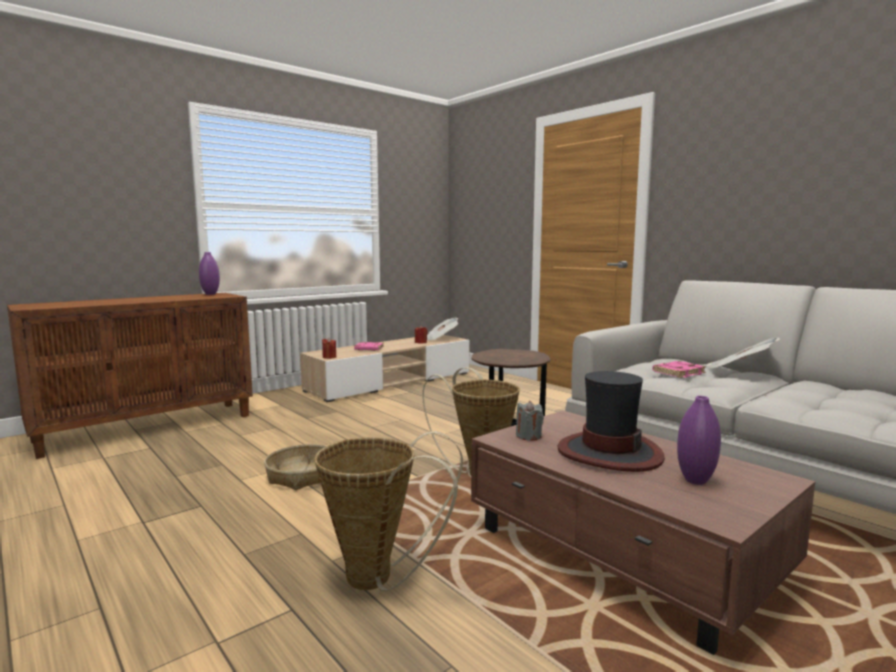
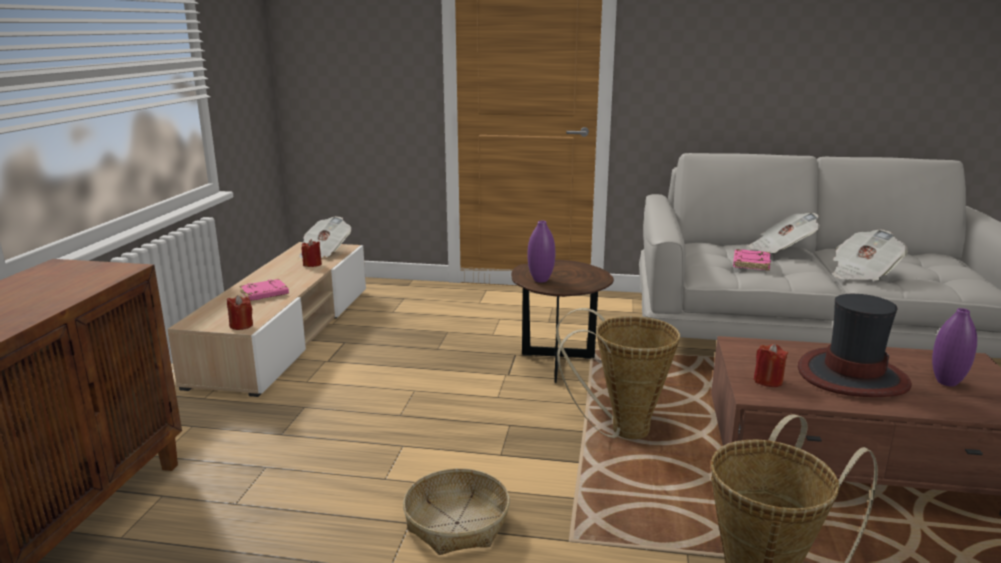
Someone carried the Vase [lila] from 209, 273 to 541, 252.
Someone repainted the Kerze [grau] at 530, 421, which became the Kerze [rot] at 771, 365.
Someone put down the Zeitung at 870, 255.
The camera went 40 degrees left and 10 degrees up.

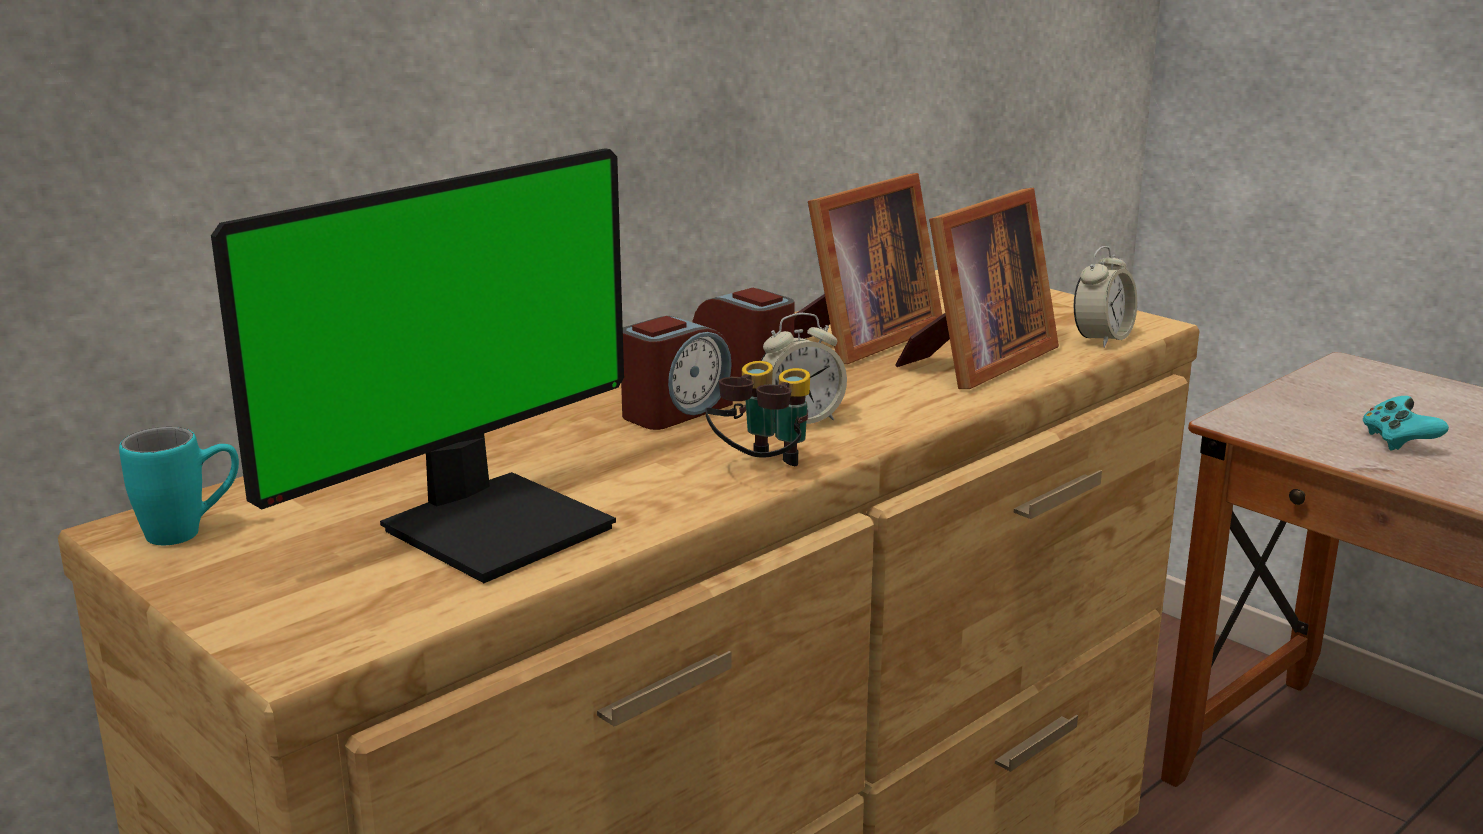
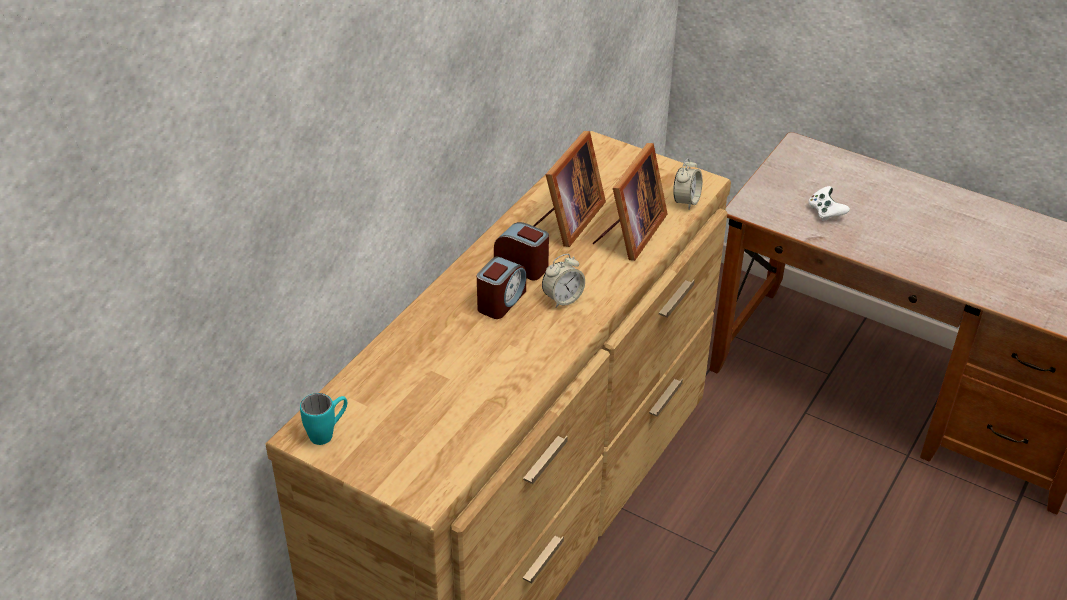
Someone took away the Monitor at 417, 365.
Someone took away the Fernglas at 757, 413.
Someone repainted the Gamepad [türkis] at 1406, 423, which became the Gamepad [weiß] at 829, 203.
The camera went 15 degrees left and 20 degrees up.

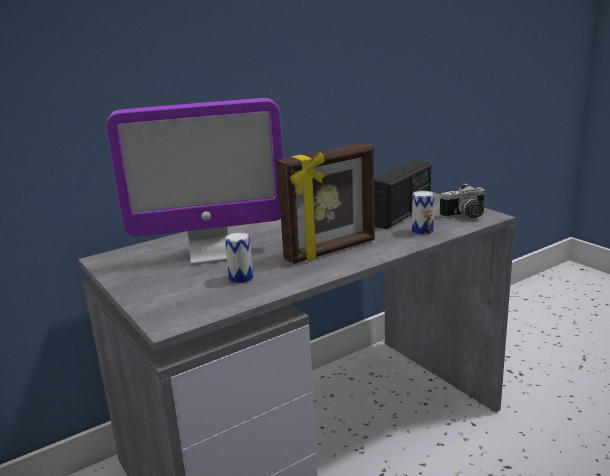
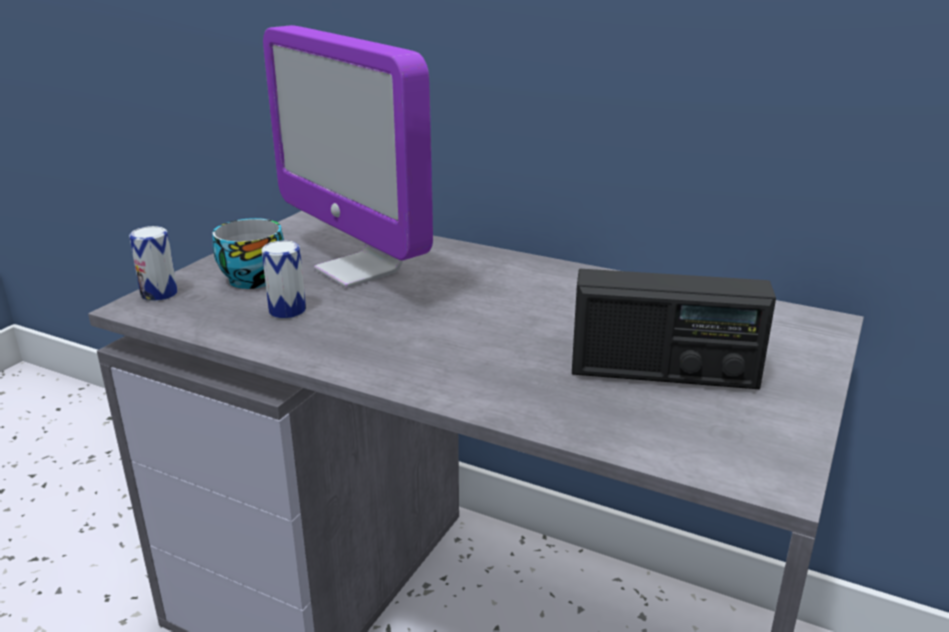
Someone took away the Bilderrahmen at 326, 203.
Someone took away the Kamera at 462, 200.
Someone carried the Dose from 423, 213 to 153, 263.
Someone put down the Tasse at 248, 253.
The camera went 60 degrees right and 5 degrees up.

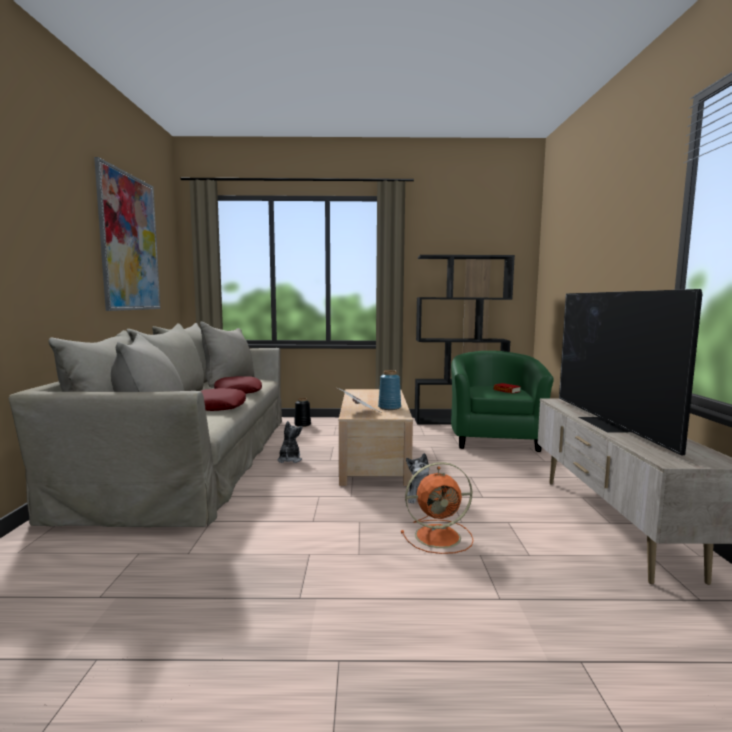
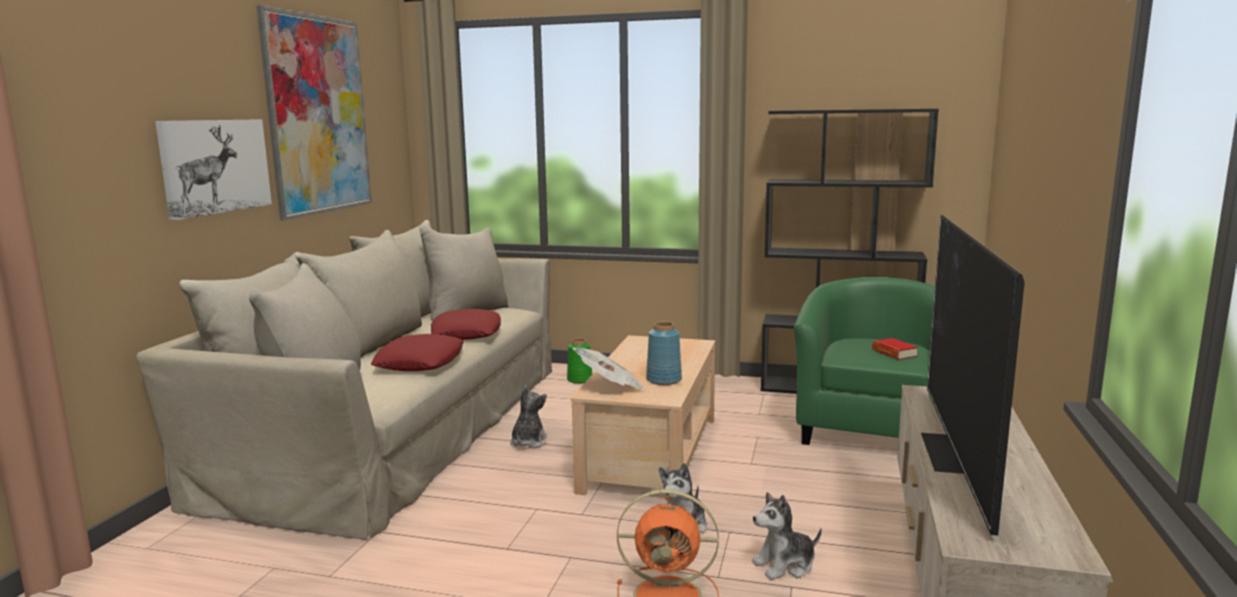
Someone repainted the Vase [schwarz] at 302, 412, which became the Vase [grün] at 579, 361.
Someone put up the Bild at 213, 169.
Someone put down the Plüschtier at 787, 536.
The camera went 15 degrees right and 5 degrees up.

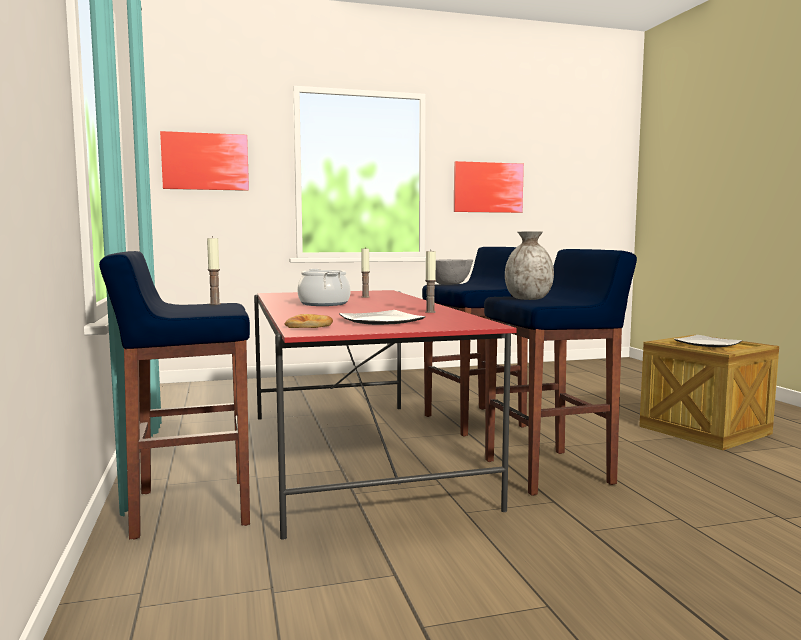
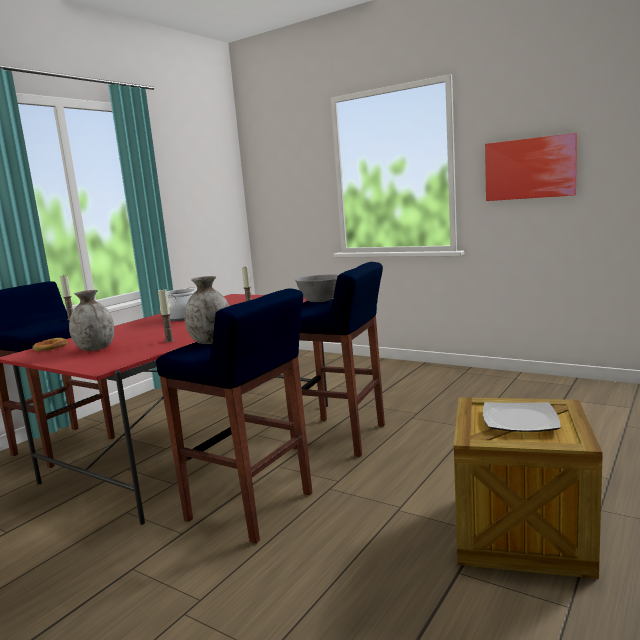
Someone took away the Bild at 204, 161.
Someone swapped the Teller at 382, 317 for the Vase [grau] at 92, 320.
The camera went 50 degrees right and 5 degrees up.

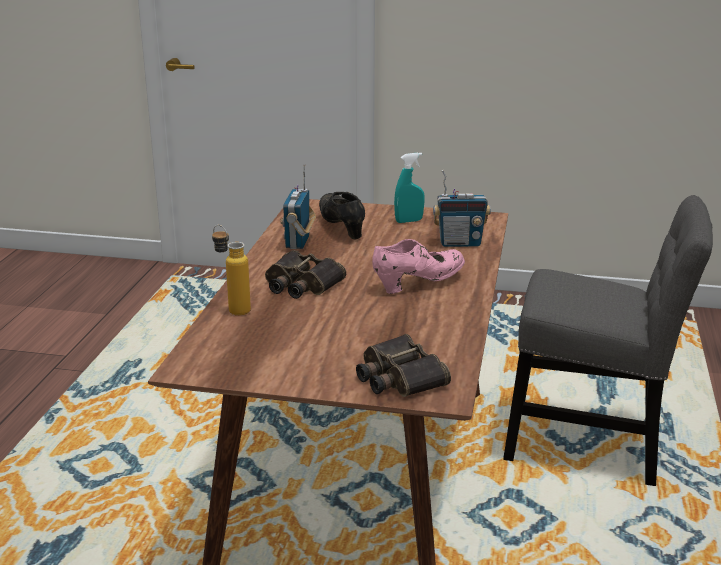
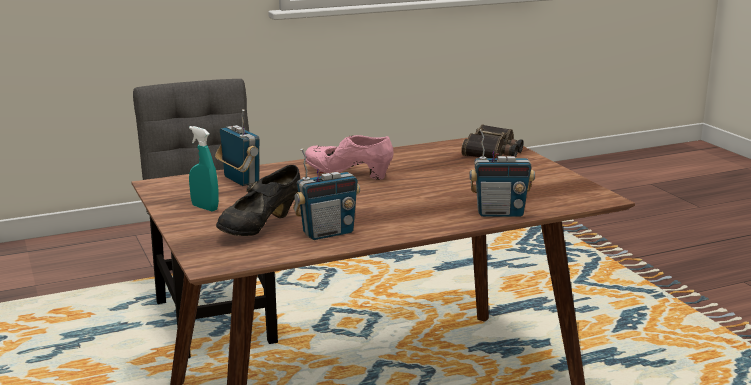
Someone swapped the Flasche at 231, 270 for the Radio at 502, 173.
Someone took away the Fernglas at 305, 274.
The camera went 125 degrees left and 5 degrees down.

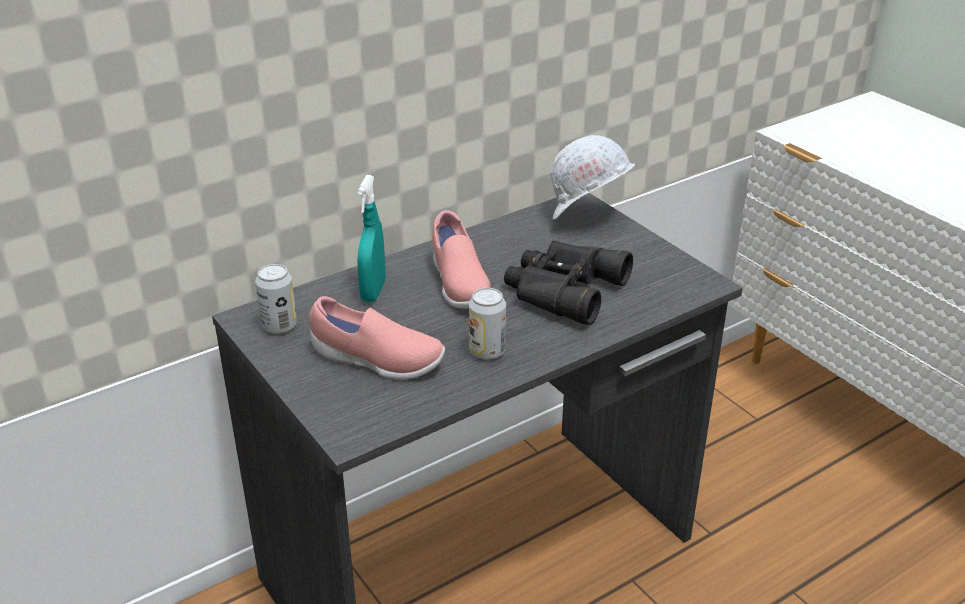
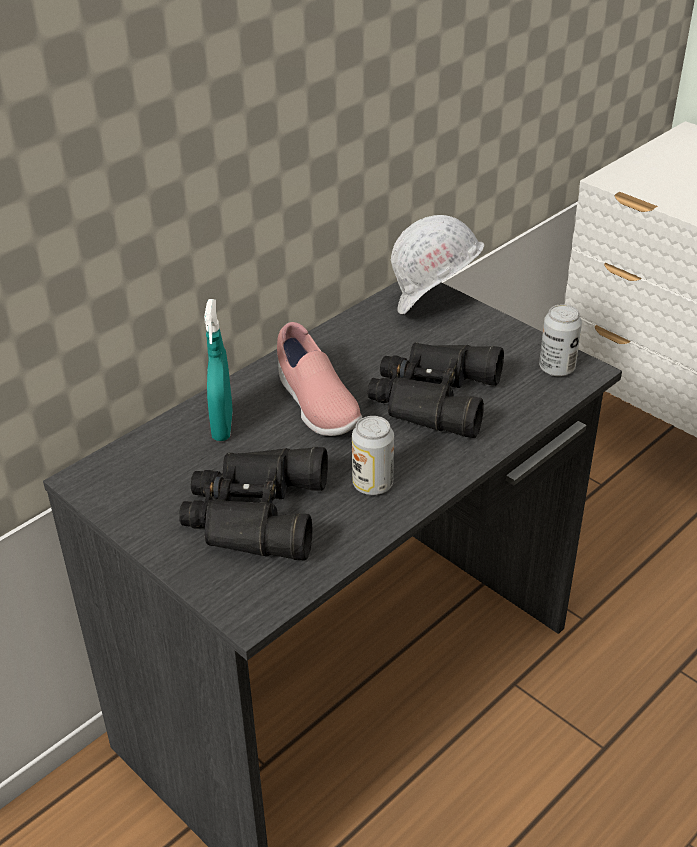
Someone carried the Dose from 276, 299 to 560, 340.
Someone swapped the Schuh [rosa] at 377, 337 for the Fernglas [schwarz] at 253, 503.
The camera went 10 degrees left and 5 degrees up.

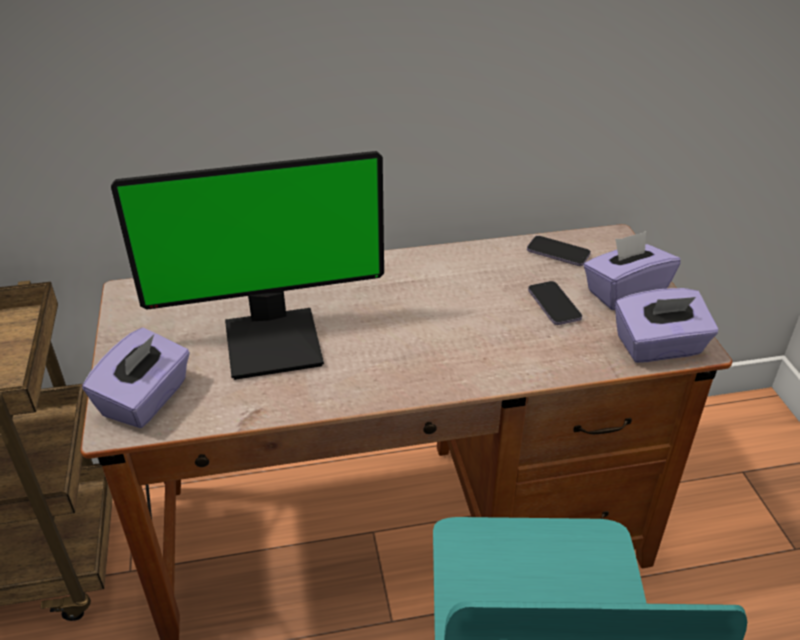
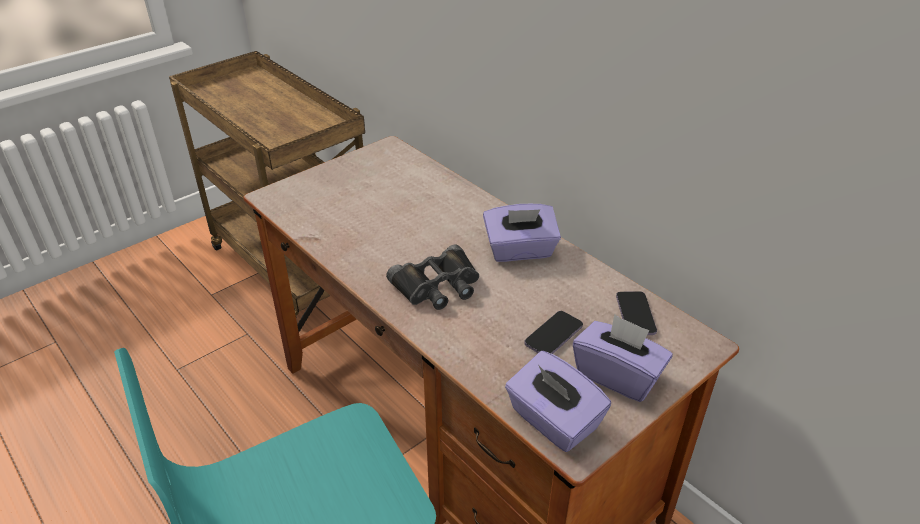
Someone took away the Monitor at 247, 265.
Someone carried the Taschentuchbox [lila] from 136, 377 to 522, 233.
Someone put down the Fernglas [schwarz] at 432, 277.
The camera went 60 degrees right and 0 degrees up.

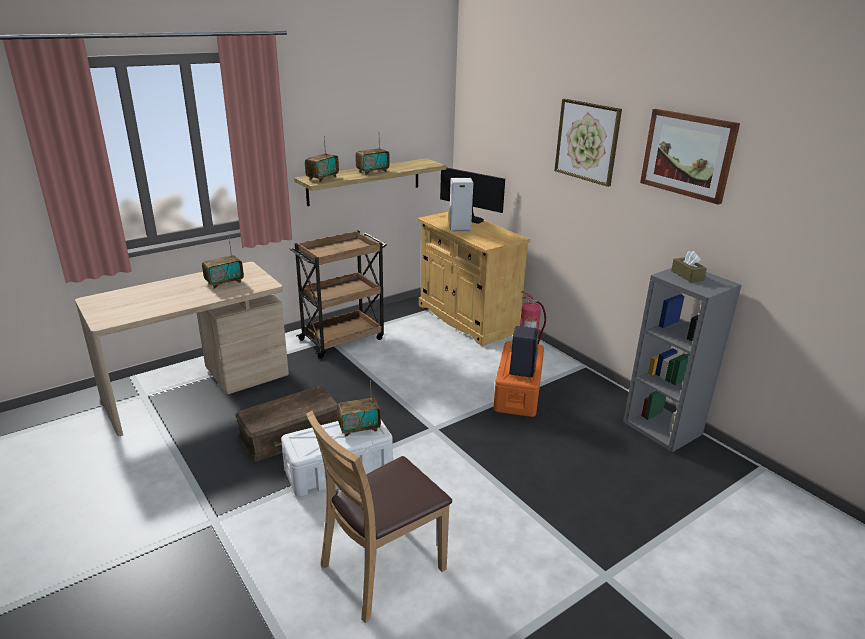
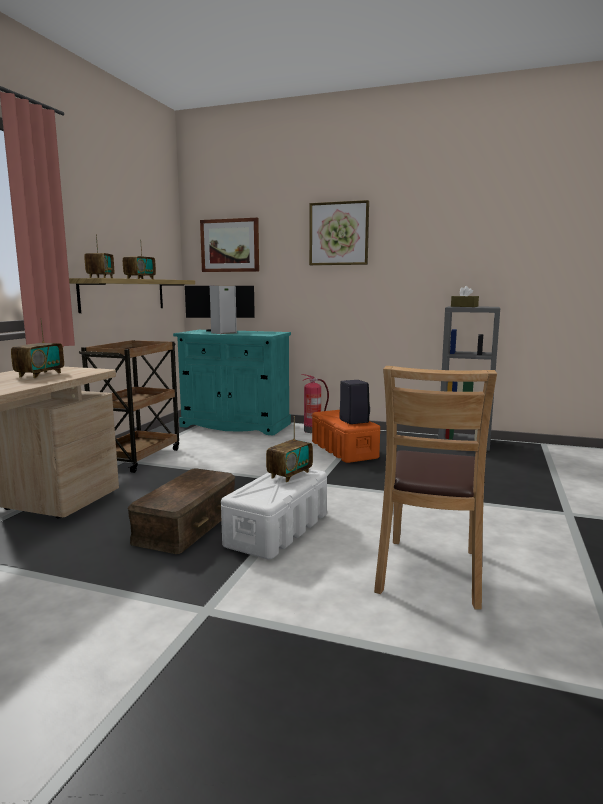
Someone carried the Bild from 690, 157 to 229, 245.
Someone repainted the Schrank [beige] at 473, 278, which became the Schrank [türkis] at 232, 383.
The camera went 35 degrees left and 15 degrees down.

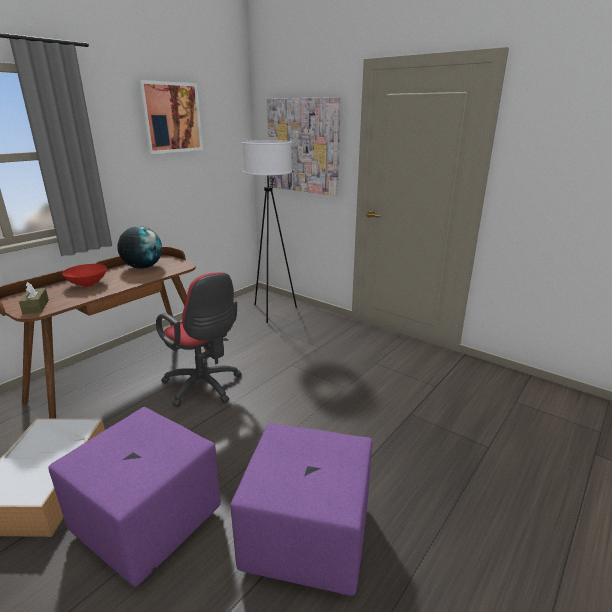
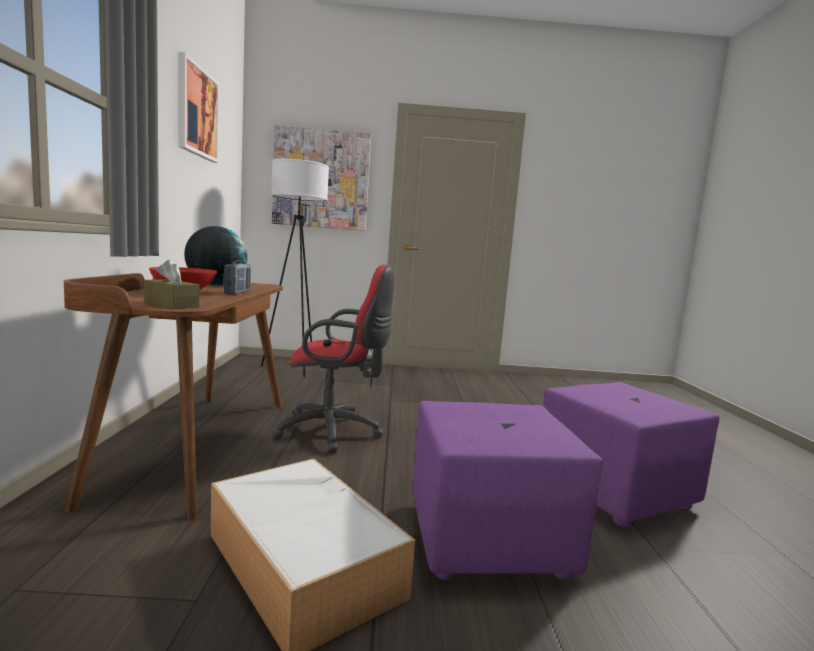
Someone put down the Radio at 237, 277.
The camera went 40 degrees left and 15 degrees down.

